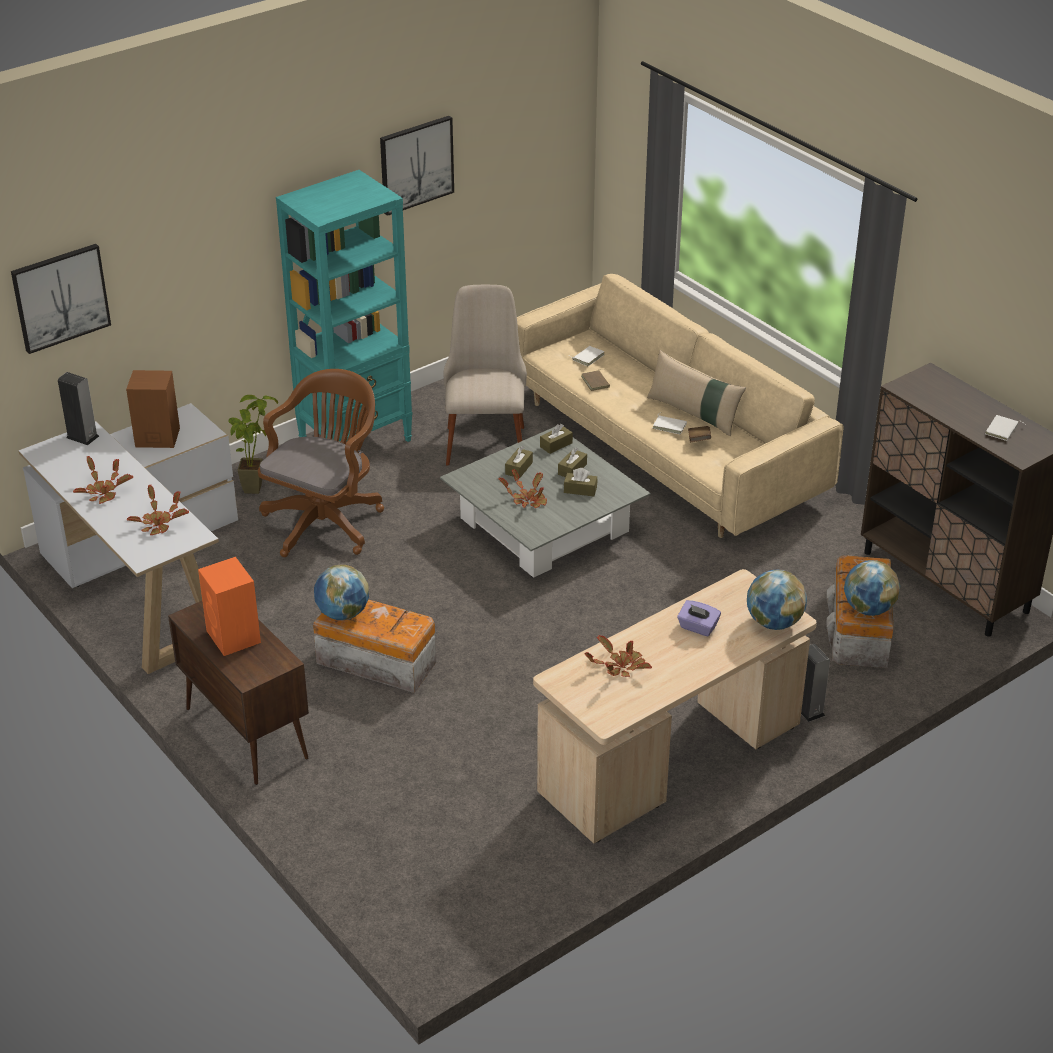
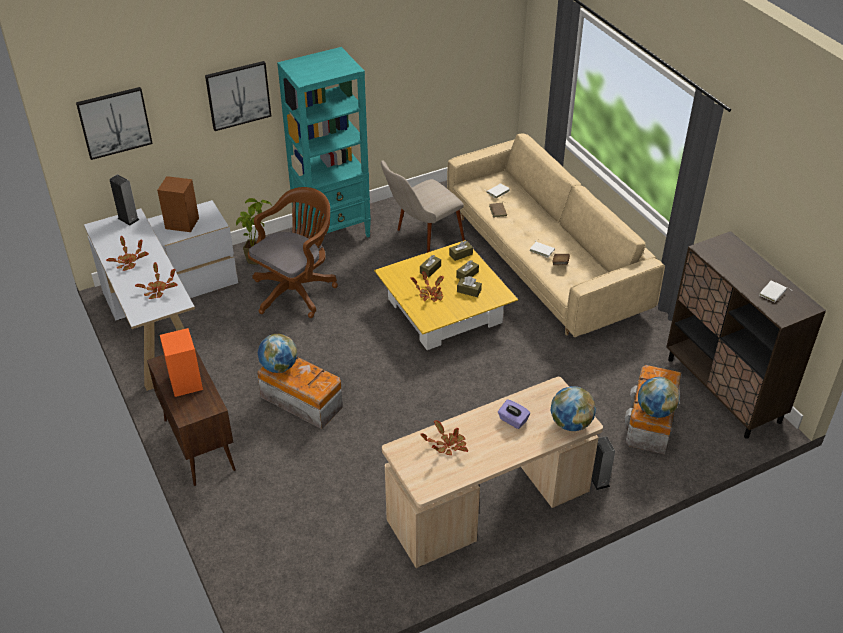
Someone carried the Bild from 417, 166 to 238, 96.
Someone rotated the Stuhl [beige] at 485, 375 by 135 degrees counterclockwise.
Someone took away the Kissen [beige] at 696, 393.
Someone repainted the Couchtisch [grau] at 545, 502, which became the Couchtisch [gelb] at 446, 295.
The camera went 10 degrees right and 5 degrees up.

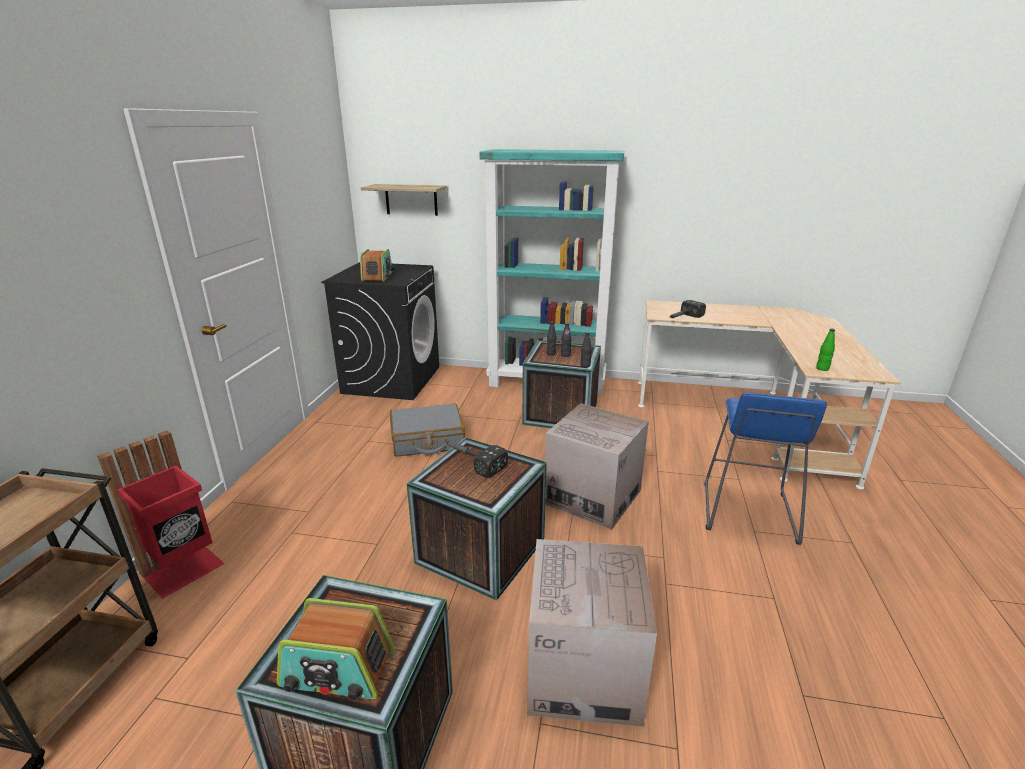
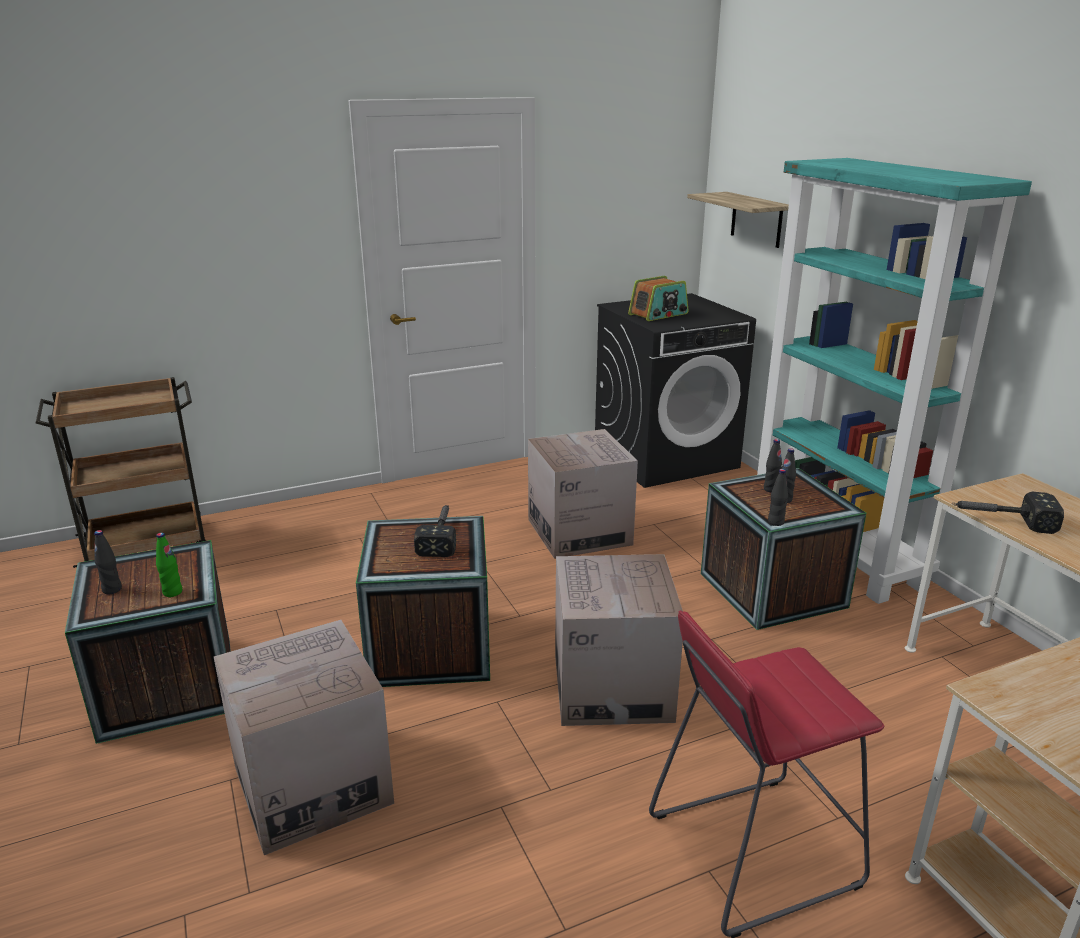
Someone carried the Flasche [grün] from 825, 350 to 169, 565.
Someone repainted the Hocker [blau] at 766, 468, which became the Hocker [rot] at 767, 774.
Someone swapped the Koffer [grau] at 427, 430 for the Karton at 583, 494.
Someone took away the Mülleimer [rot] at 161, 514.
Someone swapped the Radio at 336, 649 for the Flasche [schwarz] at 108, 562.
The camera went 55 degrees right and 0 degrees up.

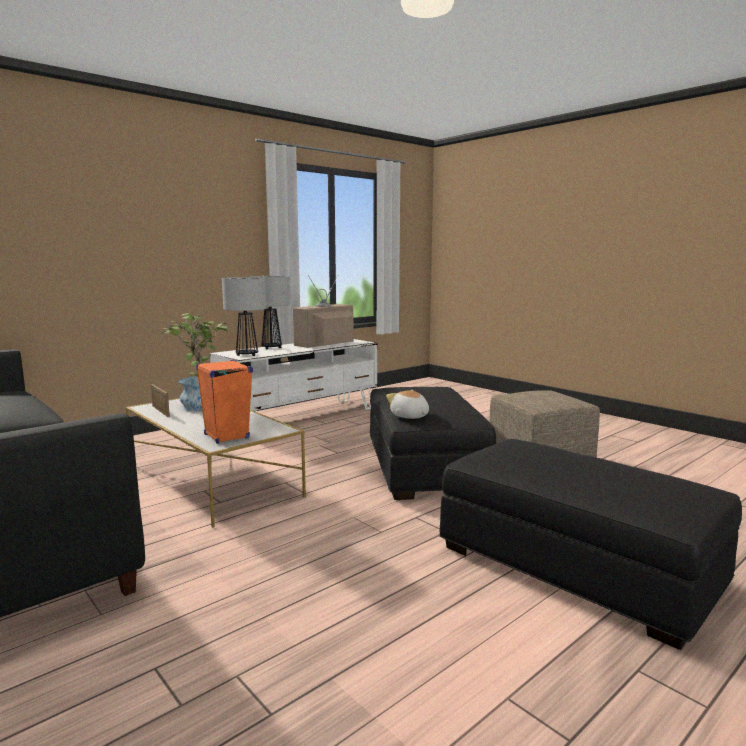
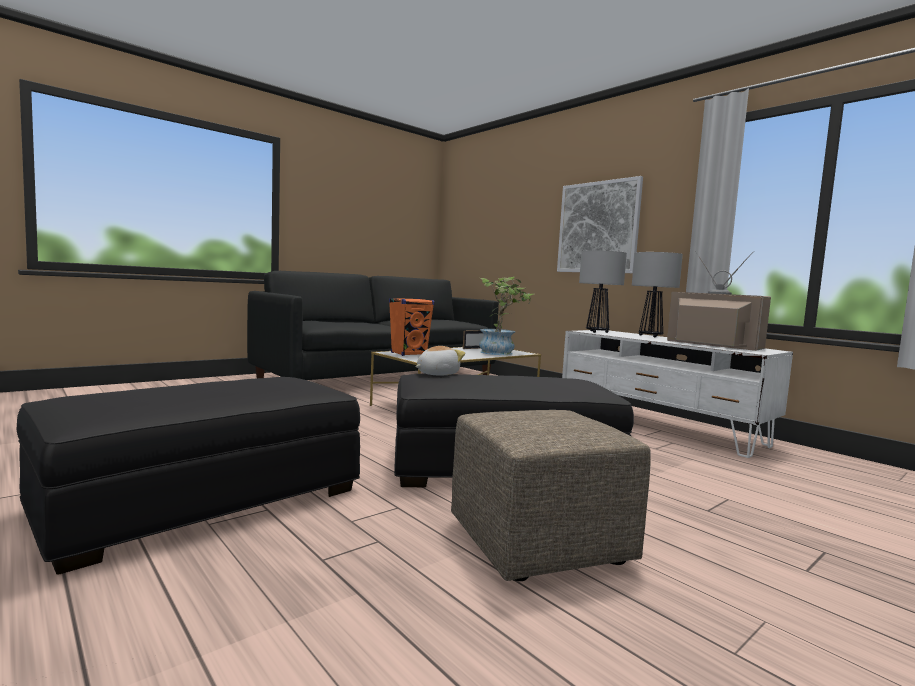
Someone put up the Bild at 600, 224.
The camera went 90 degrees right and 5 degrees down.

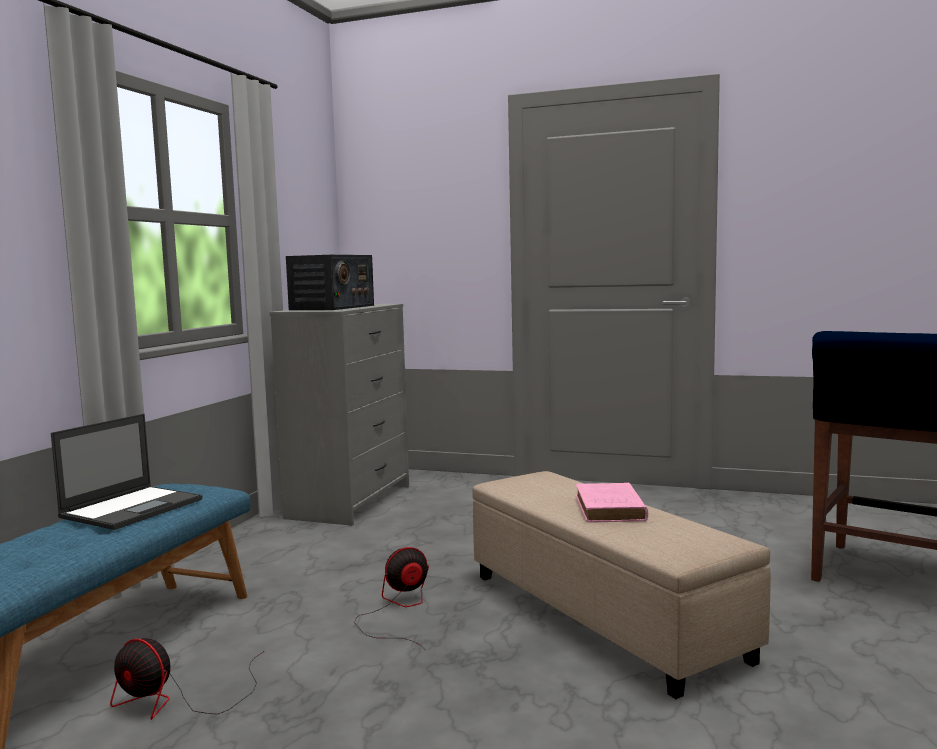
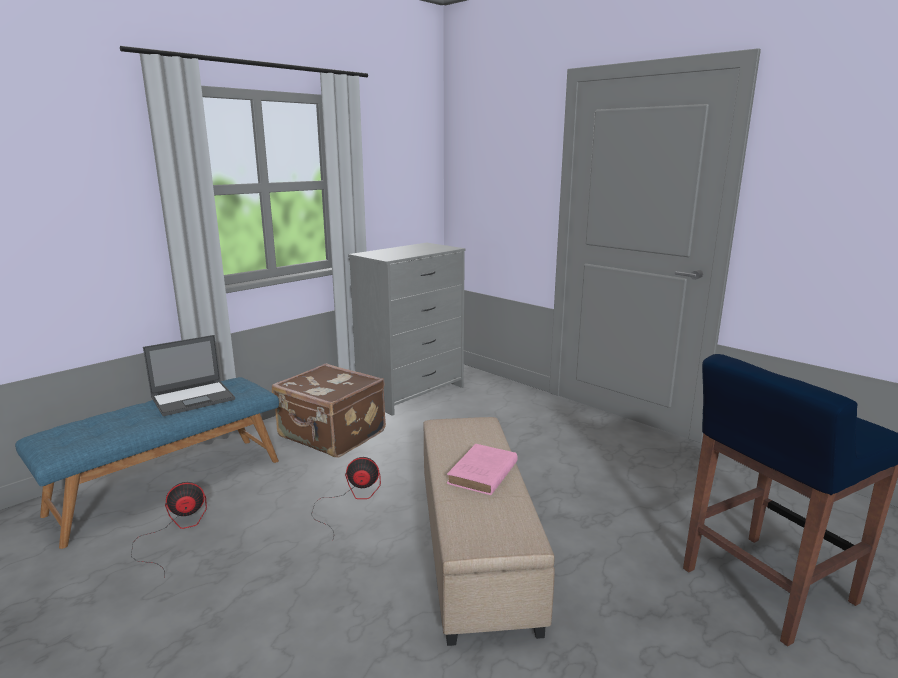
Someone took away the Radio at 330, 282.
Someone rotated the Ventilator at 187, 679 by 105 degrees clockwise.
Someone put down the Koffer [braun] at 329, 410.
The camera went 25 degrees right and 10 degrees up.

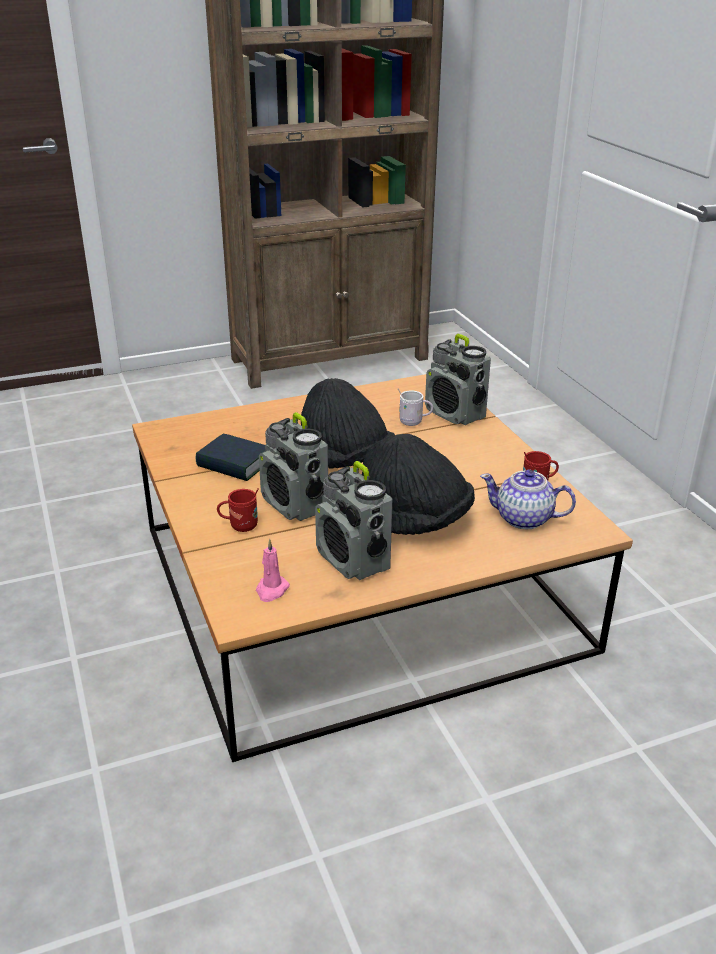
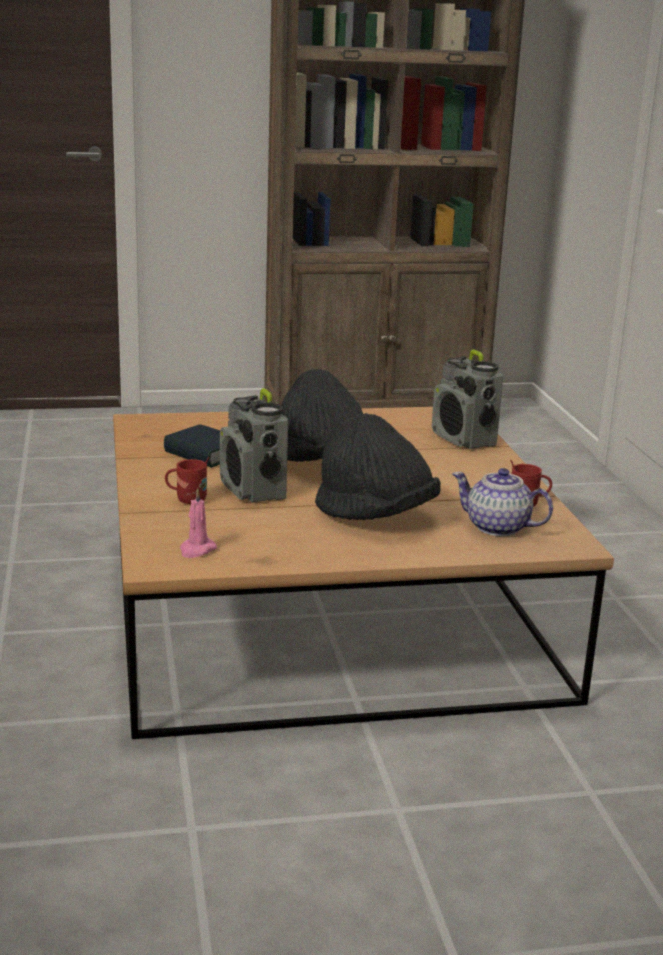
Someone took away the Henkelbecher [weiß] at 415, 407.
Someone took away the Radio at 353, 520.
The camera went 10 degrees right and 10 degrees down.

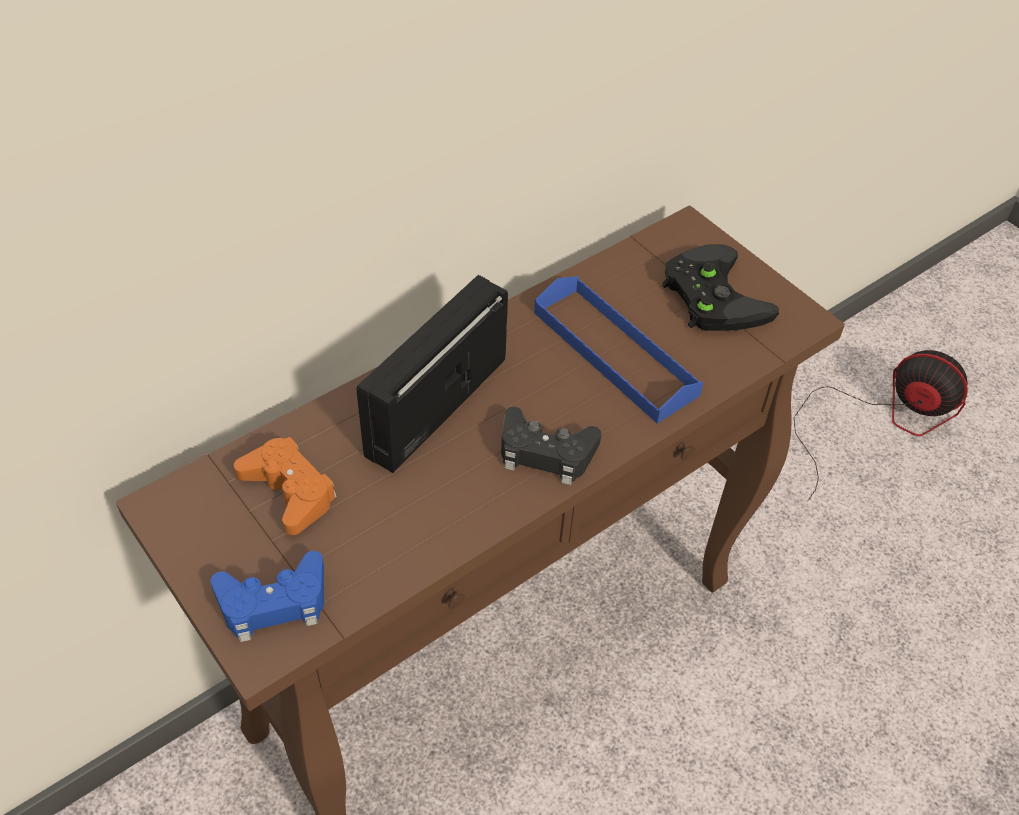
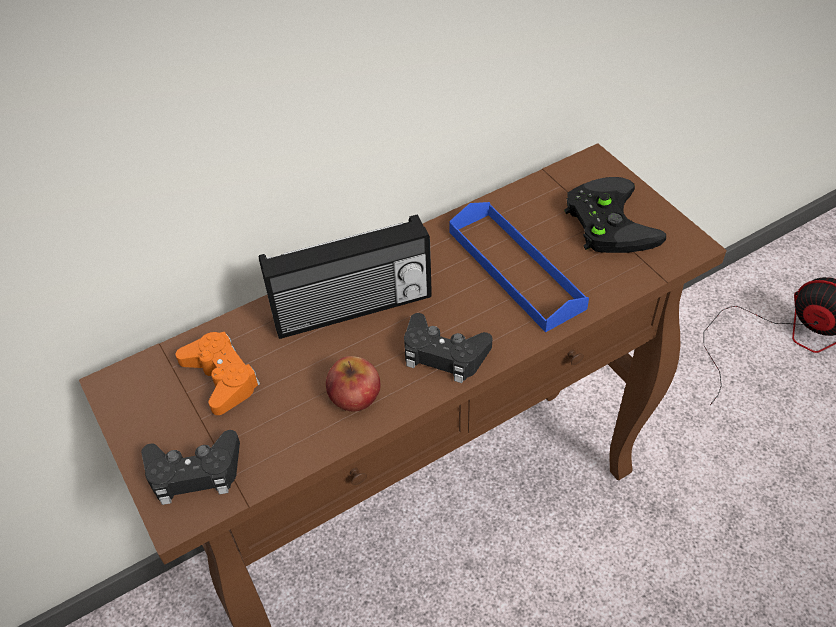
Someone rotated the Radio at 432, 374 by 150 degrees counterclockwise.
Someone repainted the Gamepad [blau] at 267, 596, which became the Gamepad [schwarz] at 190, 467.
Someone put down the Apfel at 353, 383.
The camera went 10 degrees right and 0 degrees up.

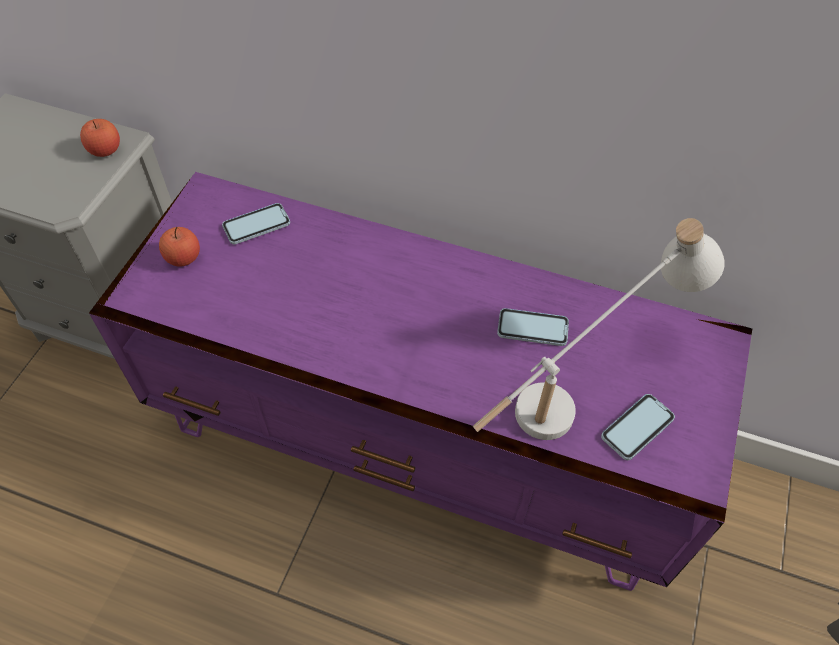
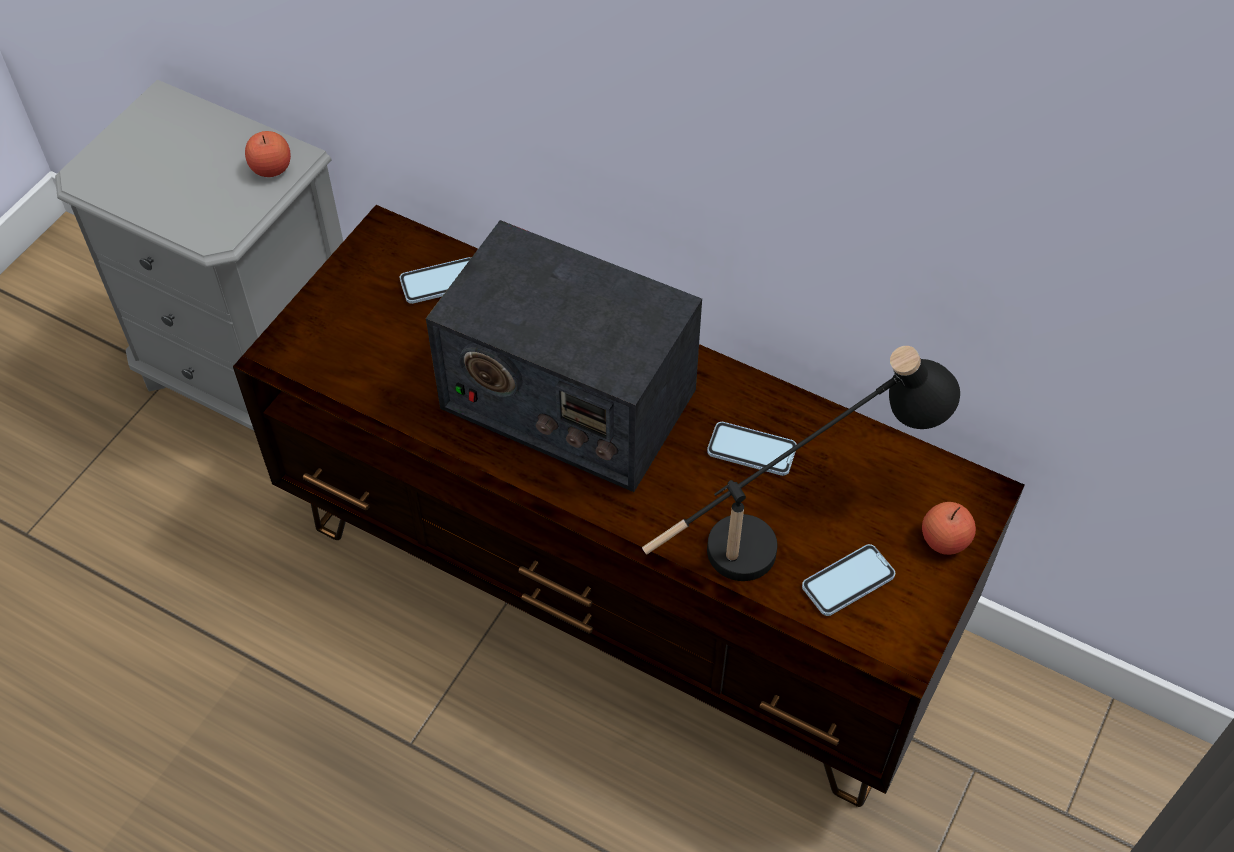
Someone repainted the Fernsehschrank [lila] at 420, 381, which became the Fernsehschrank [braun] at 629, 506.
Someone repainted the Tischlampe [weiß] at 599, 329, which became the Tischlampe [schwarz] at 801, 463.
Someone carried the Apfel from 179, 247 to 949, 528.
Someone put down the Radio at 564, 356.
The camera went 10 degrees right and 0 degrees up.

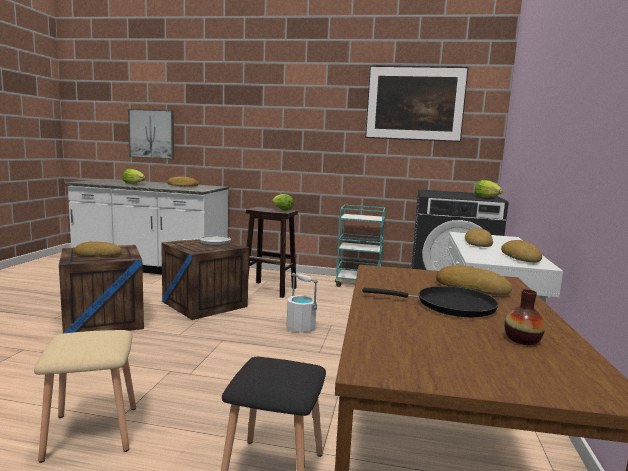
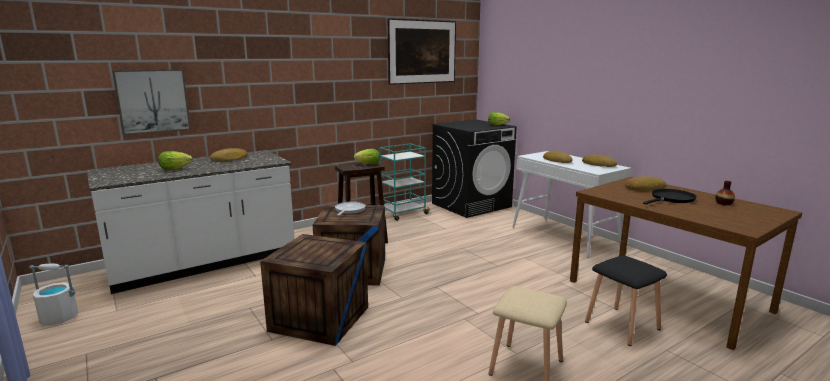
Someone took away the Brot at 97, 249.
Someone carried the Eimer [weiß] from 302, 303 to 53, 295.
The camera went 45 degrees left and 5 degrees up.

